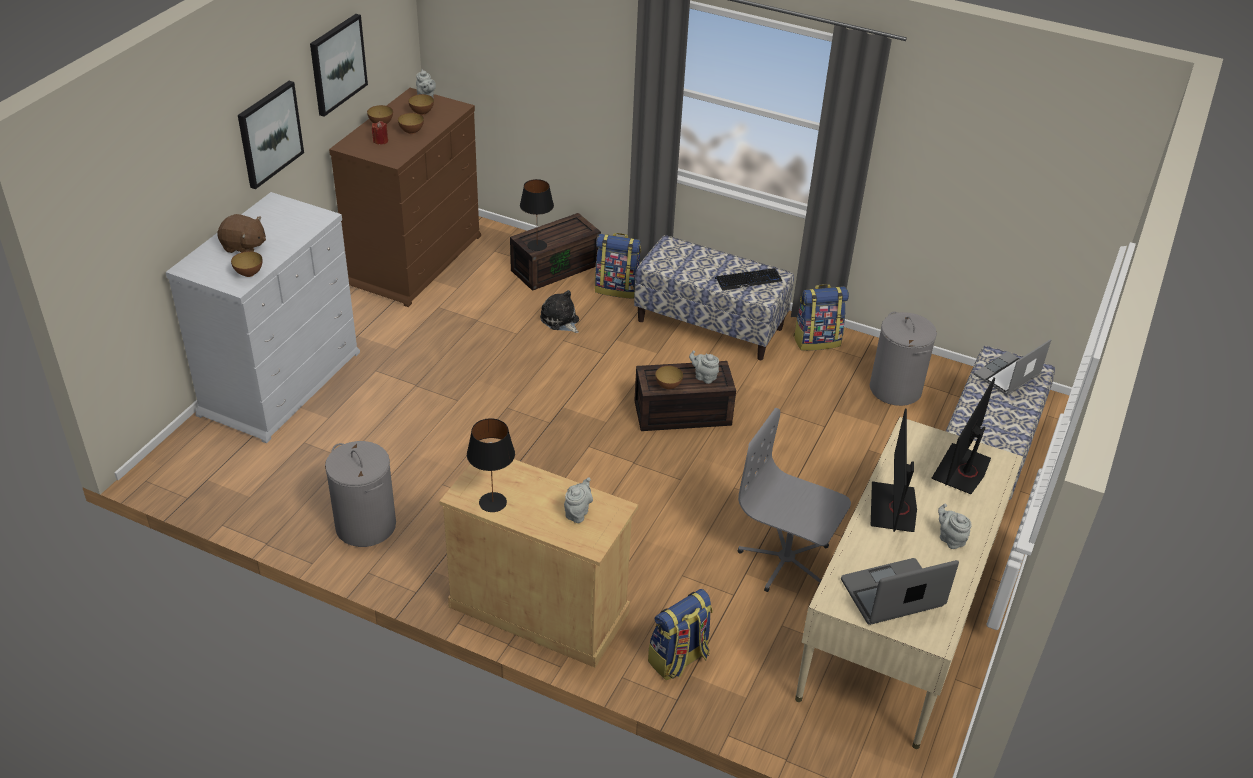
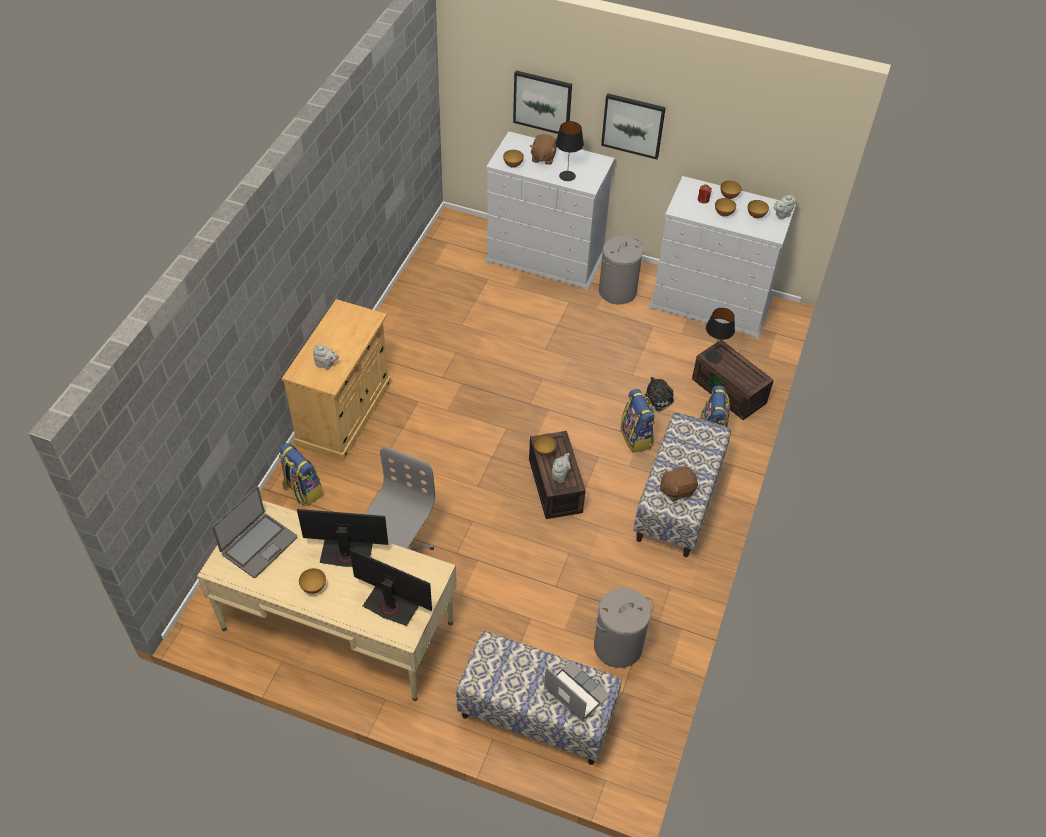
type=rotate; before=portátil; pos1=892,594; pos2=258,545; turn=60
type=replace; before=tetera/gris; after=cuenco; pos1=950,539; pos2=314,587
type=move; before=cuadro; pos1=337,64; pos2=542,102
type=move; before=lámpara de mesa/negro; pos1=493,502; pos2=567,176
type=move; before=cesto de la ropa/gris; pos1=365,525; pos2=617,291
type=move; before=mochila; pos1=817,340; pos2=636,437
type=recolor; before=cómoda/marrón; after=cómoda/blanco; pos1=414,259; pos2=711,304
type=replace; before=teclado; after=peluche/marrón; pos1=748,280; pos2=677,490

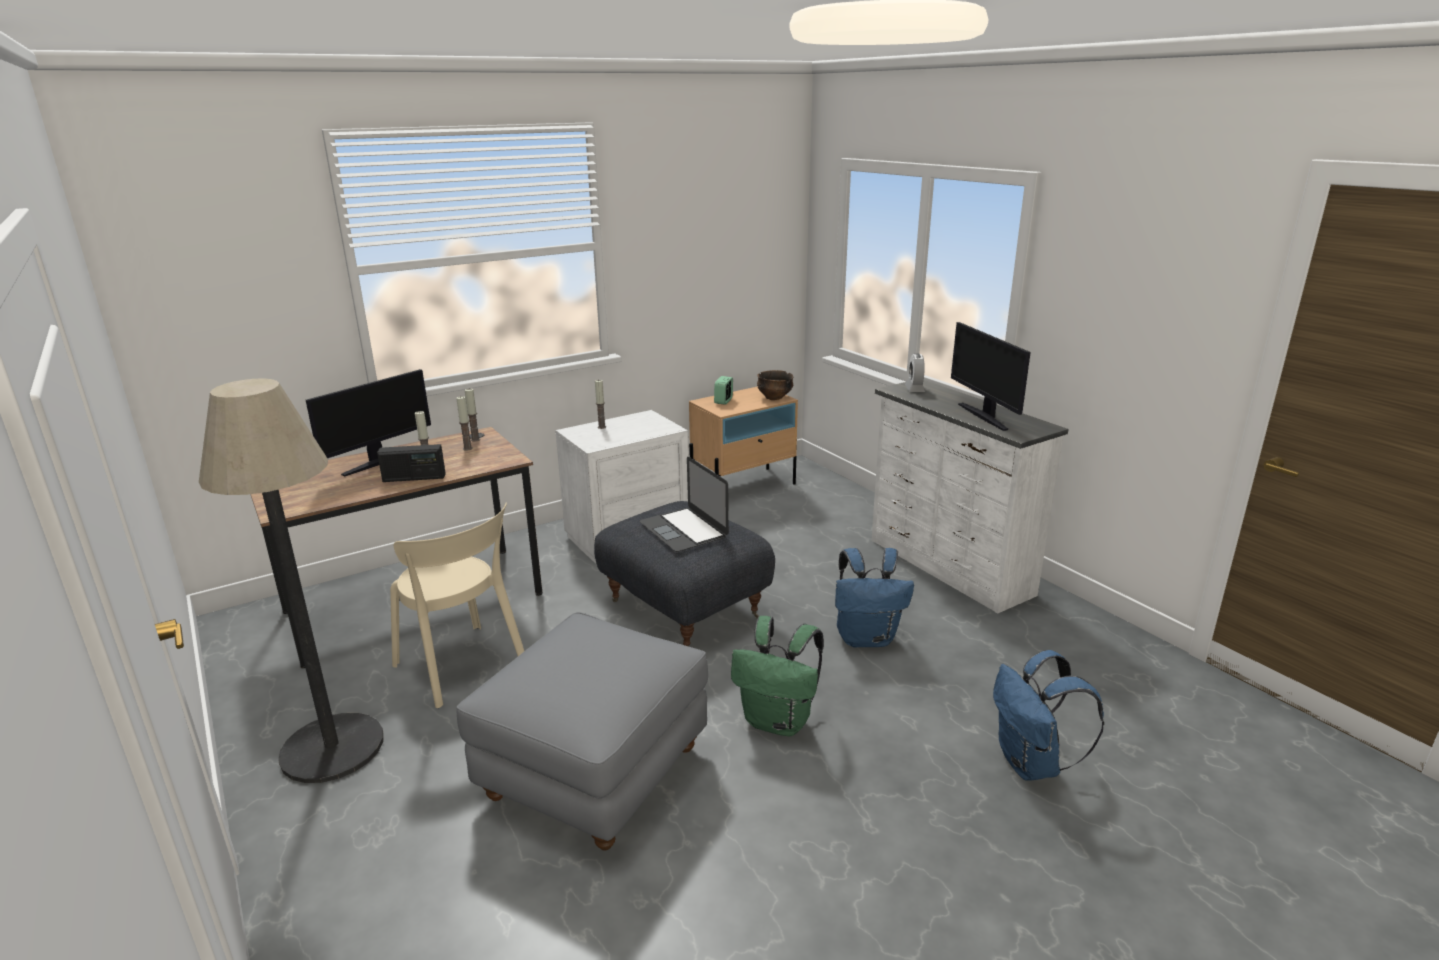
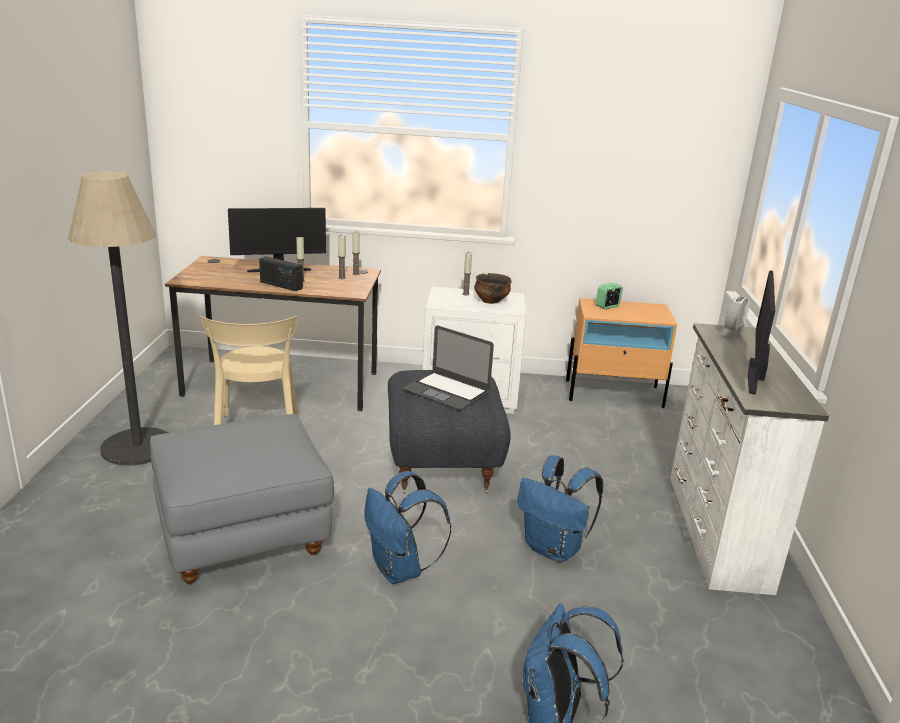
type=recolor; before=mochila/verde; after=mochila/azul; pos1=779,721; pos2=400,570
type=rotate; before=portátil; pos1=683,529; pos2=446,390; turn=-60
type=move; before=cuenco; pos1=774,397; pos2=491,301

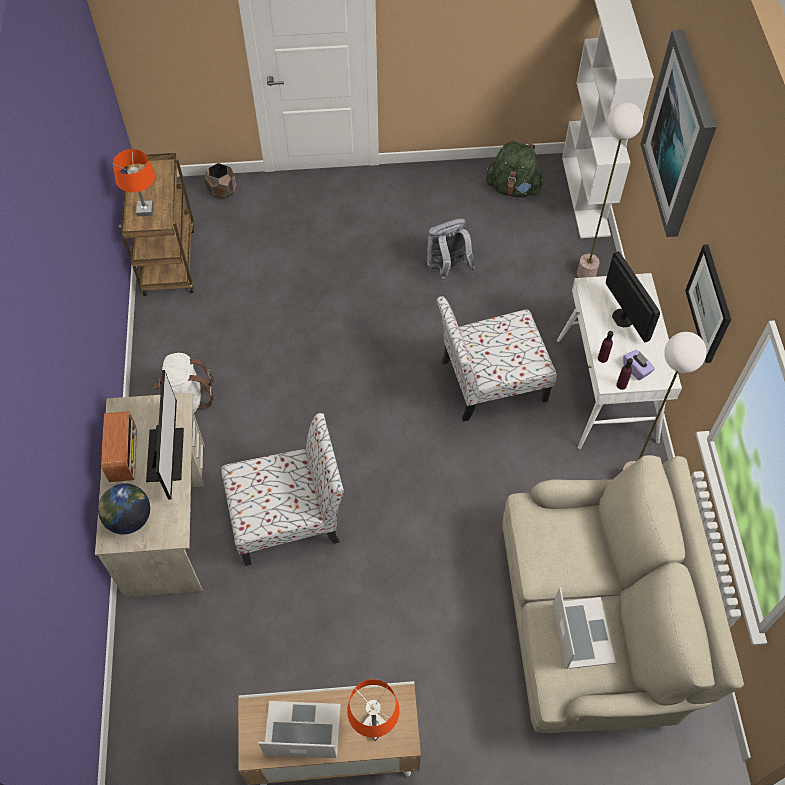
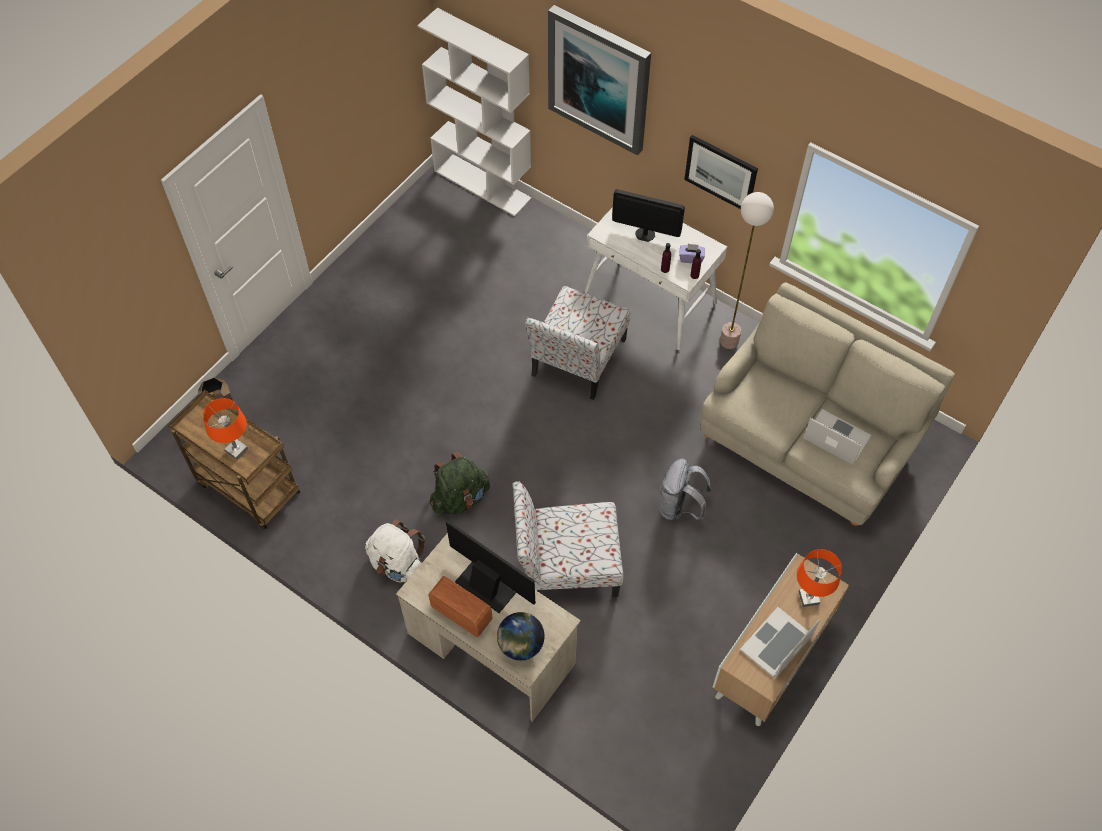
type=move; before=mochila/verde; pos1=513,188; pos2=460,498
type=rotate; before=silla; pos1=288,517; pos2=567,565; turn=-120
type=move; before=mochila/gris; pos1=447,269; pos2=680,507
type=delete; before=lámpara de pie; pos1=586,274

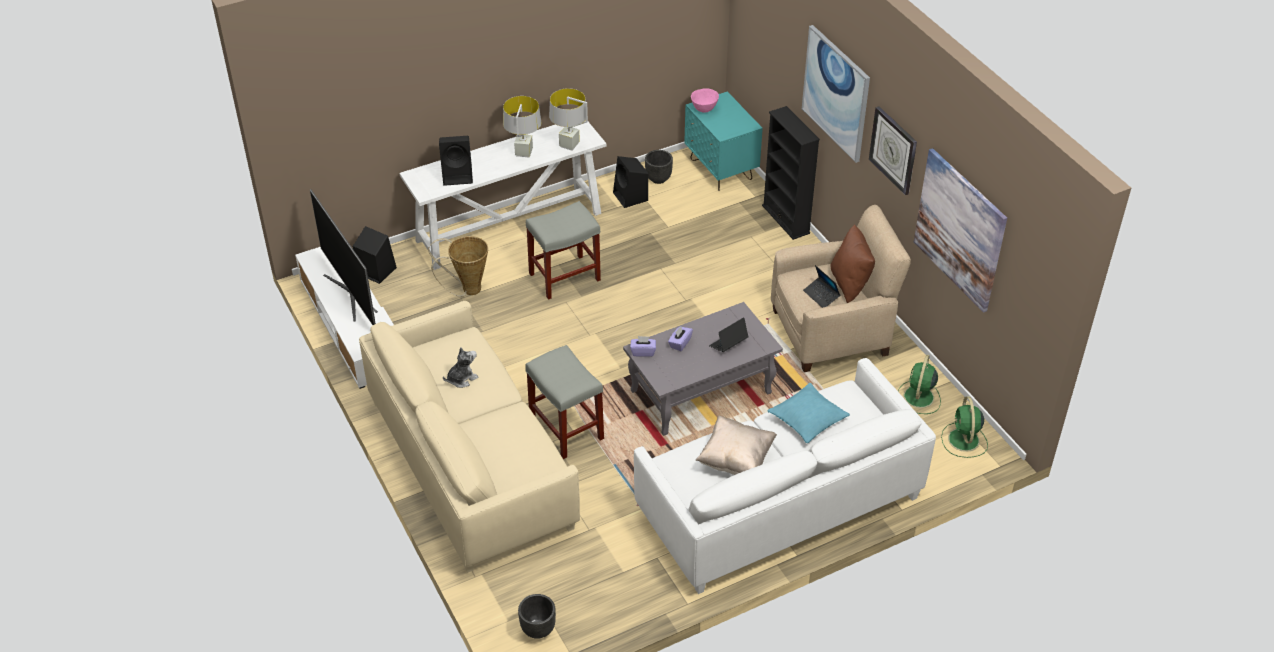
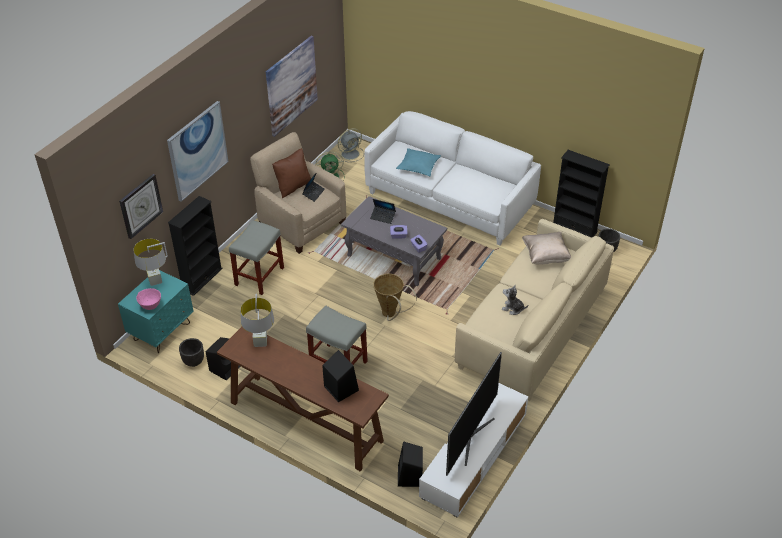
type=move; before=reloj de pared; pos1=893,150; pos2=140,206
type=move; before=lámpara de mesa/gris; pos1=523,153; pos2=155,281
type=recolor; before=mesa consola/blanco; after=mesa consola/marrón; pos1=510,226; pos2=305,421
type=move; before=taburete/gris; pos1=565,428; pos2=259,277
type=recolor; before=ventilador/verde; after=ventilador/gris; pos1=964,441; pos2=351,154
type=move; before=cesta; pos1=467,290; pos2=391,315
type=move; before=cojín/beis; pos1=736,459; pos2=545,256
type=insert; after=estantería/negro; pos2=574,228

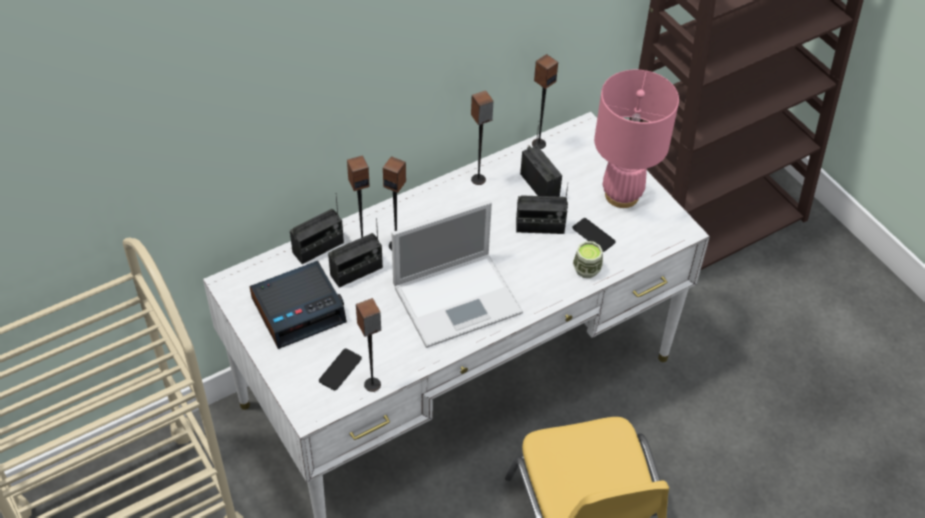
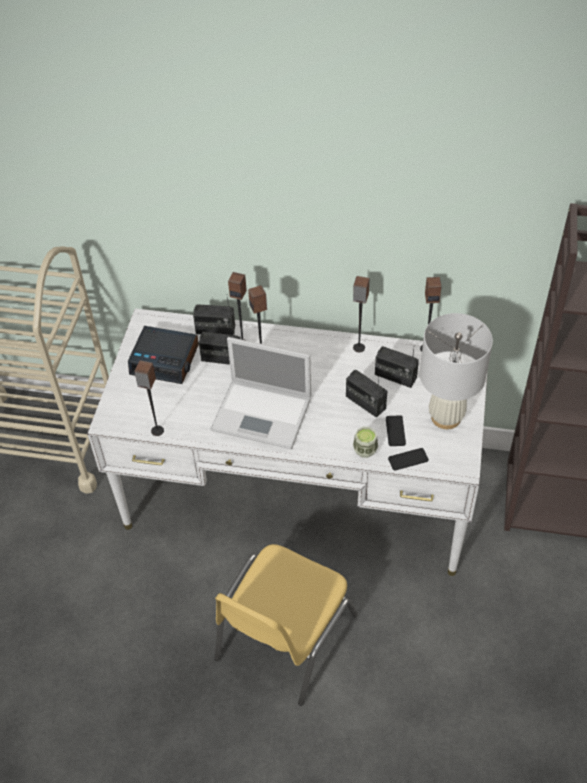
type=rotate; before=radio; pos1=540,186; pos2=395,376; turn=105
type=move; before=móvil; pos1=340,370; pos2=408,459
type=recolor; before=lámpara de mesa/rosa; after=lámpara de mesa/blanco; pos1=622,195; pos2=445,417

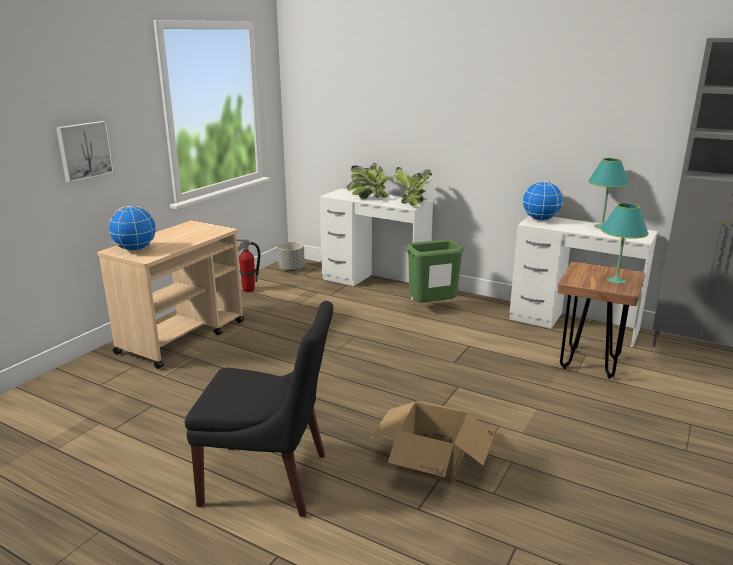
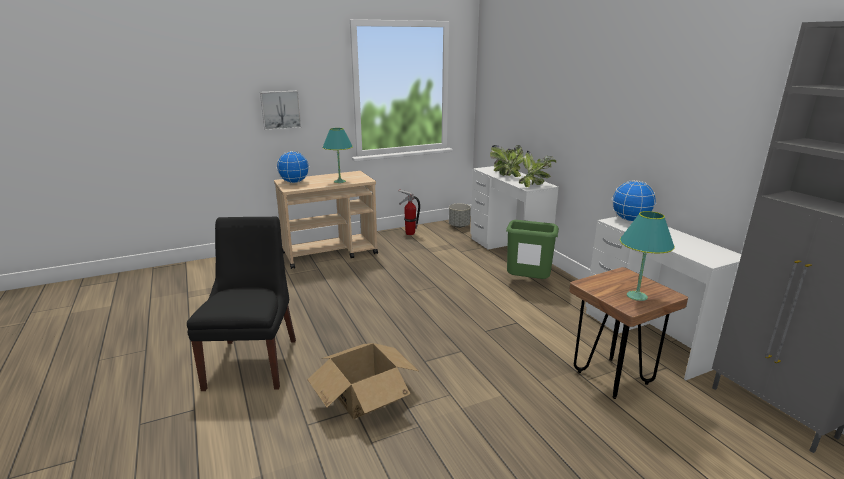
type=rotate; before=silla/negro; pos1=270,480; pos2=253,361; turn=-135
type=move; before=lámpara de mesa/turquesa; pos1=601,227; pos2=339,181

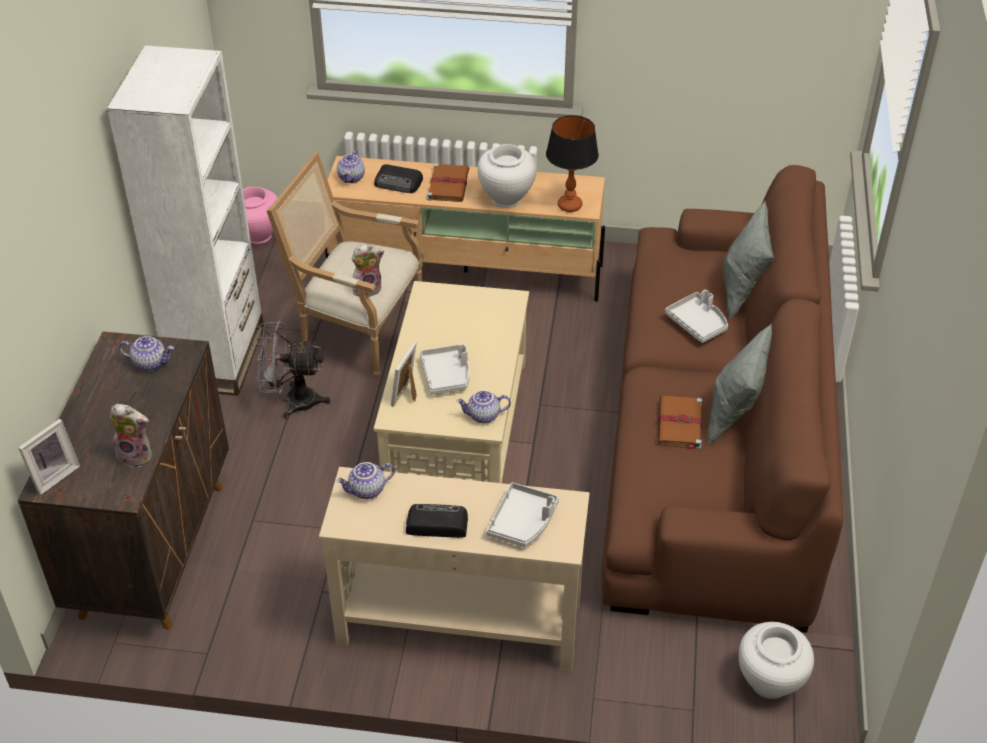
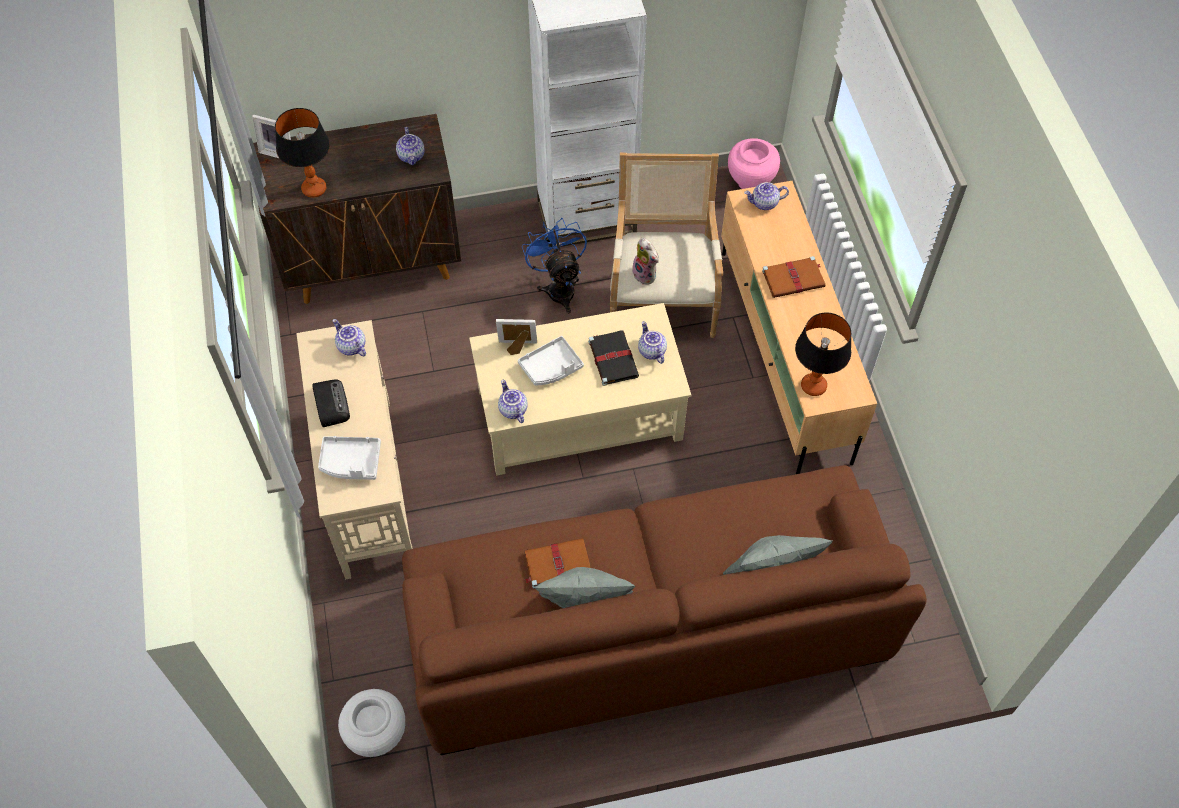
type=replace; before=peluche; after=lámpara de mesa; pos1=137,455; pos2=314,189
type=recolor; before=ventilador/gris; after=ventilador/azul; pos1=292,401; pos2=559,287
type=insert; after=libro/negro; pos2=612,358
type=insert; after=tetera; pos2=651,351
type=delete; before=radio; pos1=399,183
type=delete; before=florero/blanco; pos1=506,199
type=delete; before=bandeja/gris; pos1=698,323

